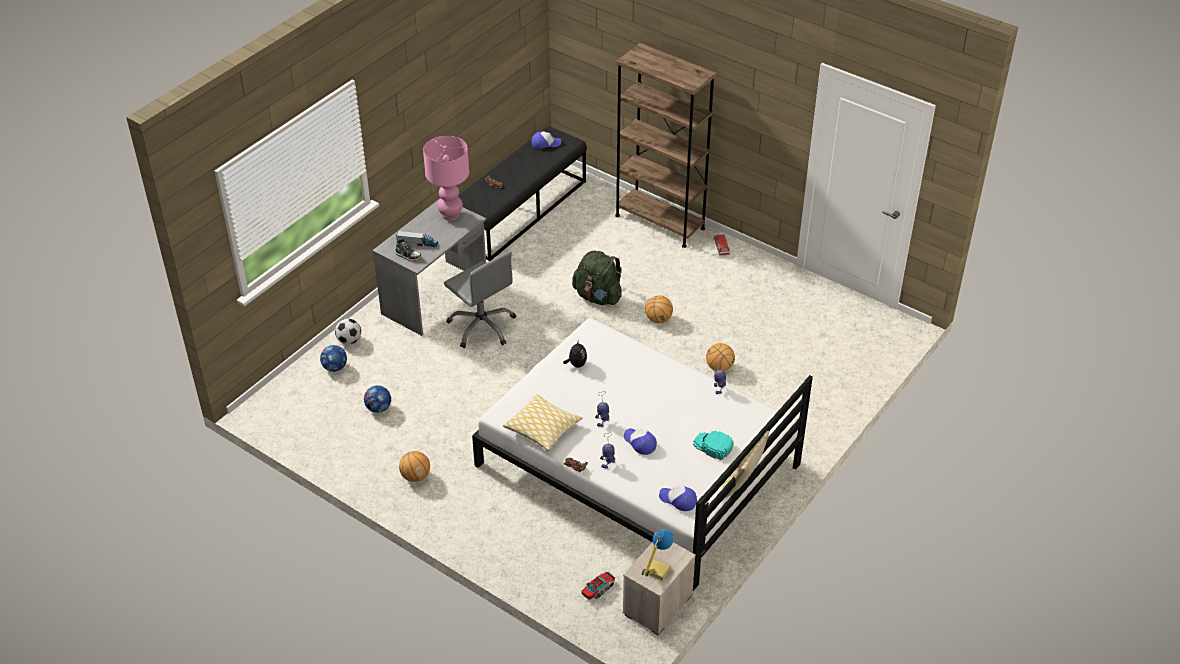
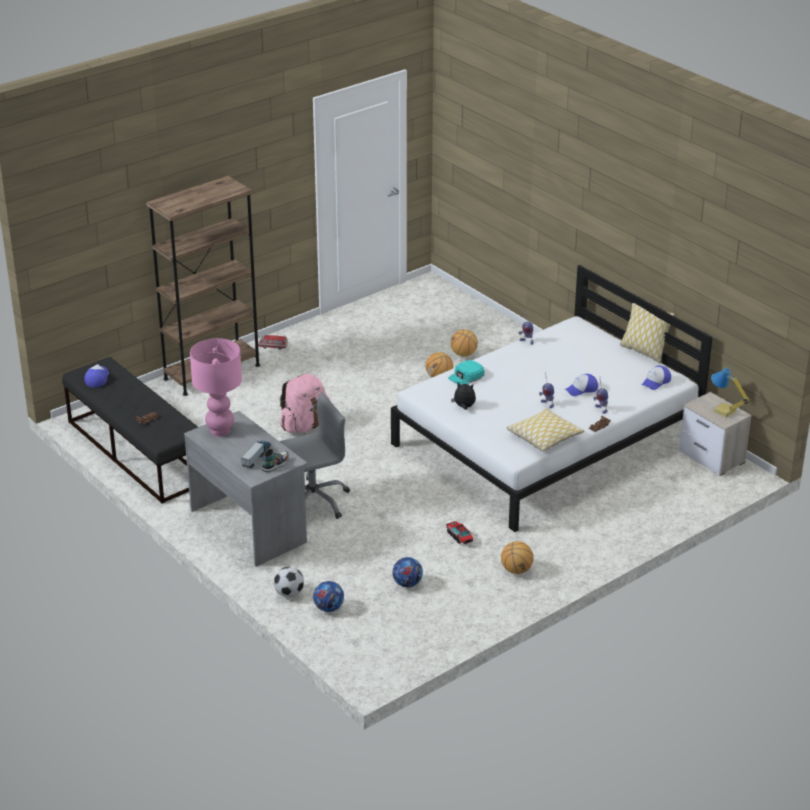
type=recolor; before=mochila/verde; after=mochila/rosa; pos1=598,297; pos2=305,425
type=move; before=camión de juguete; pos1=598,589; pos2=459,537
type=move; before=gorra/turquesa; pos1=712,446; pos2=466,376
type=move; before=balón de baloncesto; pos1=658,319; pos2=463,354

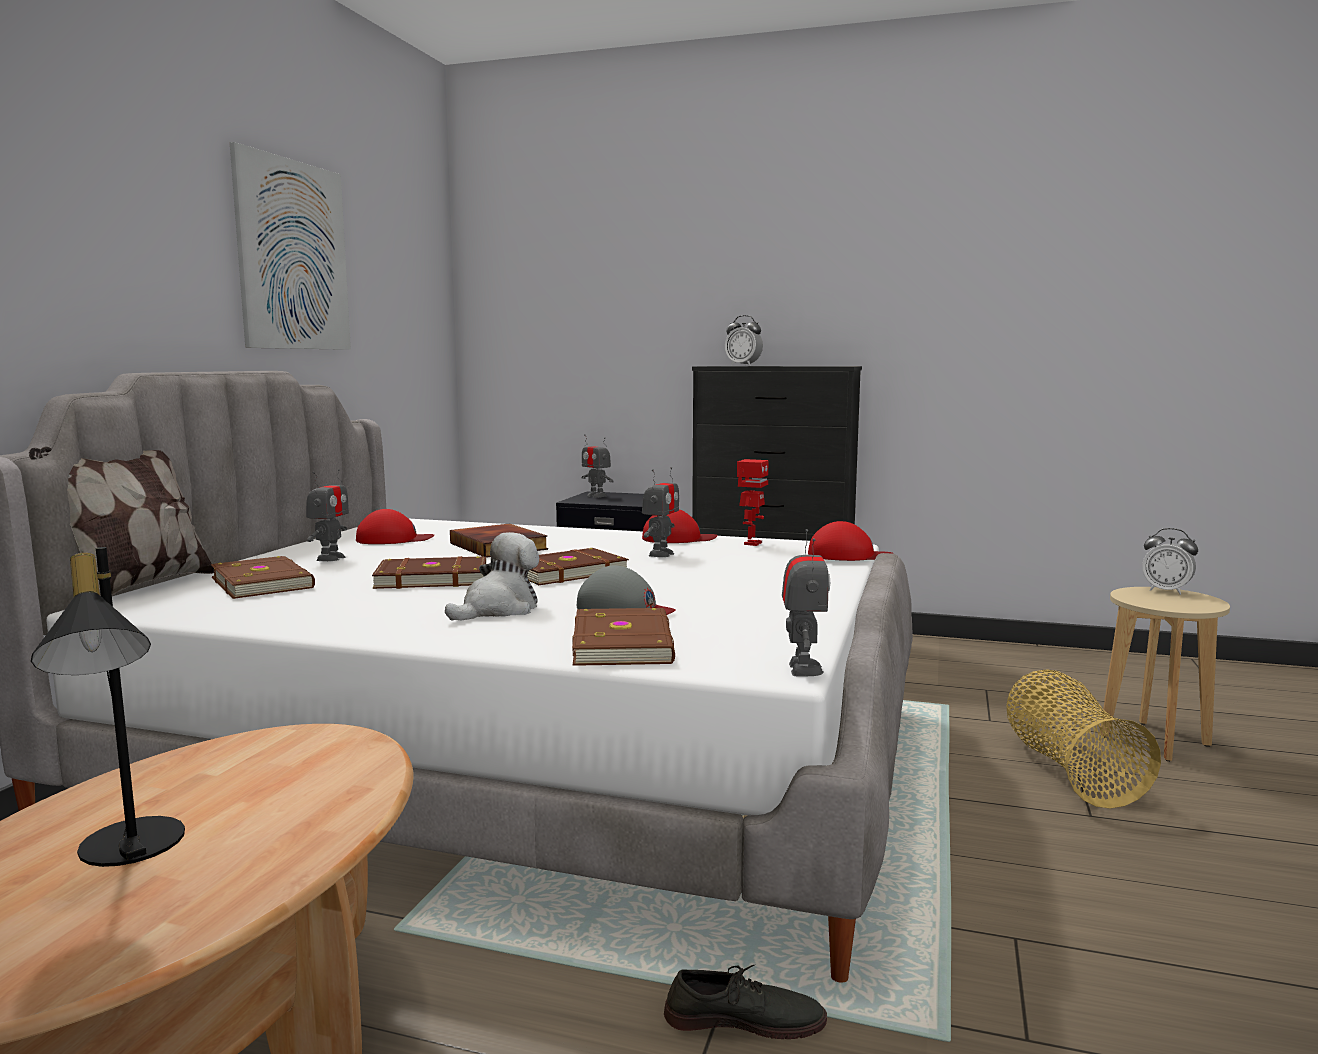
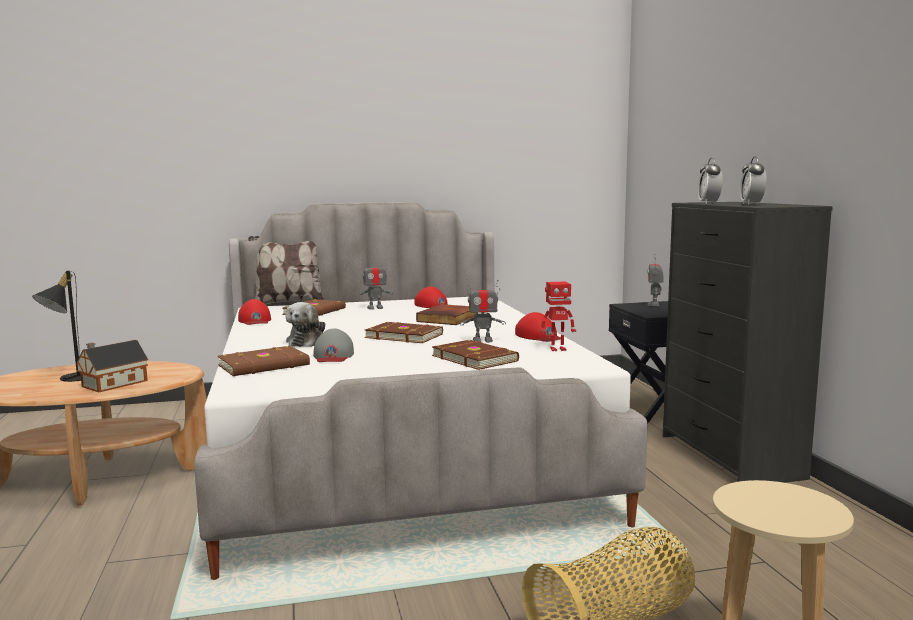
type=insert; after=casita; pos2=112,384
type=move; before=gorra/rojo; pos1=848,555; pos2=255,320
type=rotate; before=peluche; pos1=498,609; pos2=307,341; turn=90
type=move; before=libro/marrón; pos1=431,578; pos2=475,358
type=move; before=despertador; pos1=1166,591; pos2=751,204
type=delete; before=cuadro; pos1=293,255
type=delete; before=zapato/gris; pos1=744,1019
type=delete; before=robot de juguete; pos1=803,669

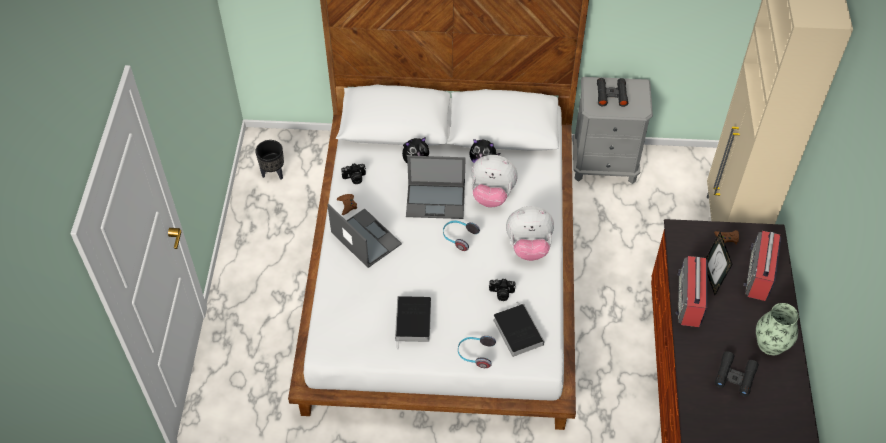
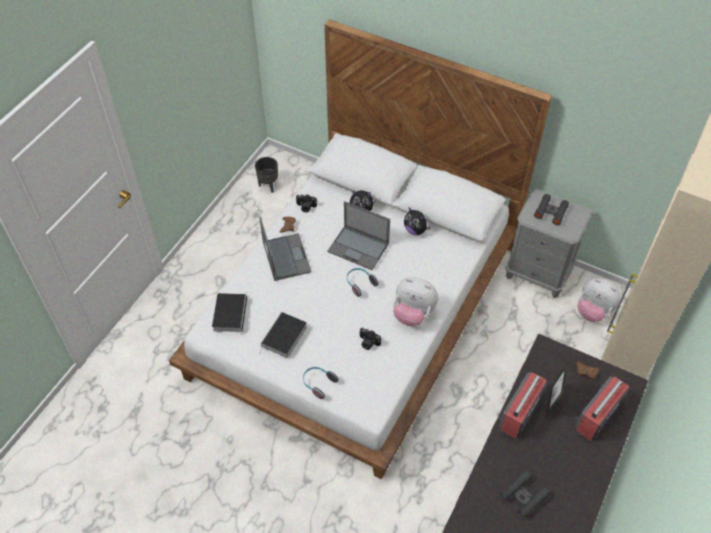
type=move; before=libro; pos1=516,331; pos2=230,313
type=move; before=peluche; pos1=492,195; pos2=593,311
type=delete; before=florero; pos1=771,343

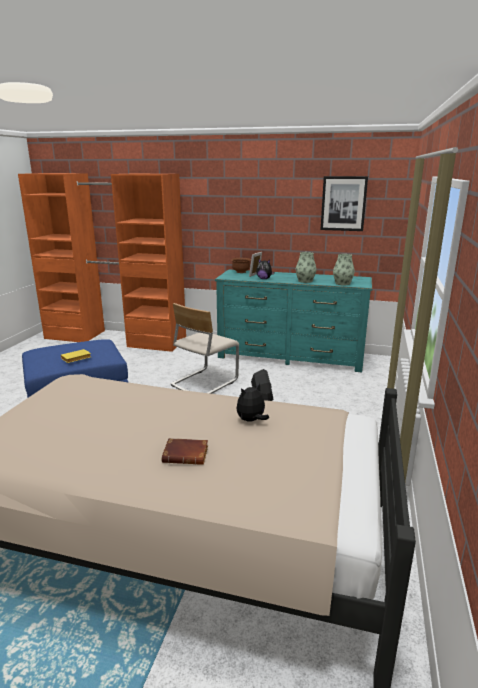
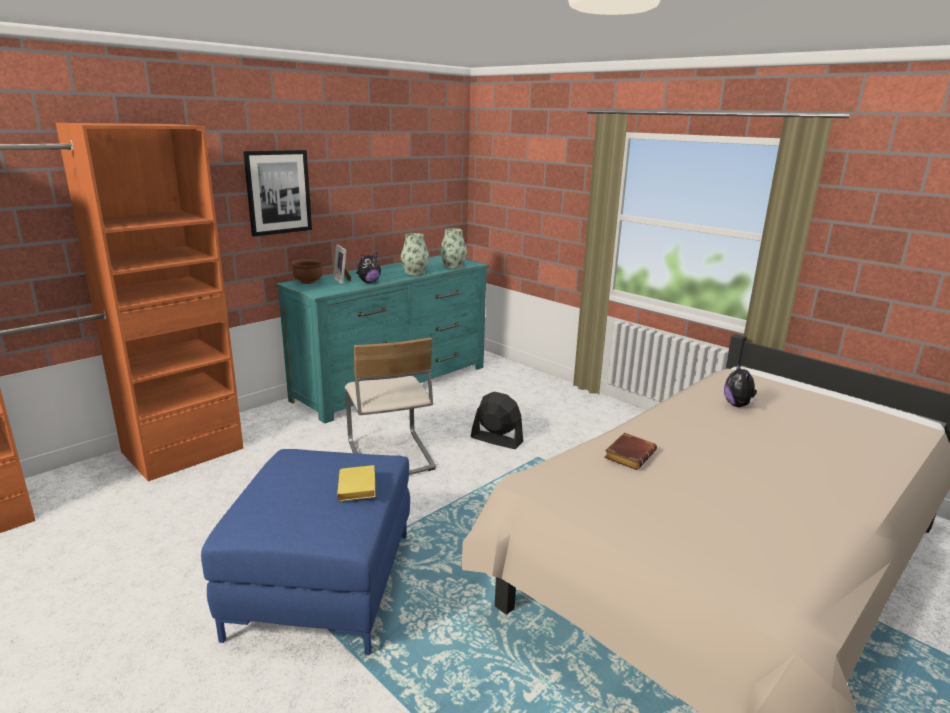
type=move; before=cuadro; pos1=343,203; pos2=278,192
type=move; before=libro/marrón; pos1=187,455; pos2=629,455

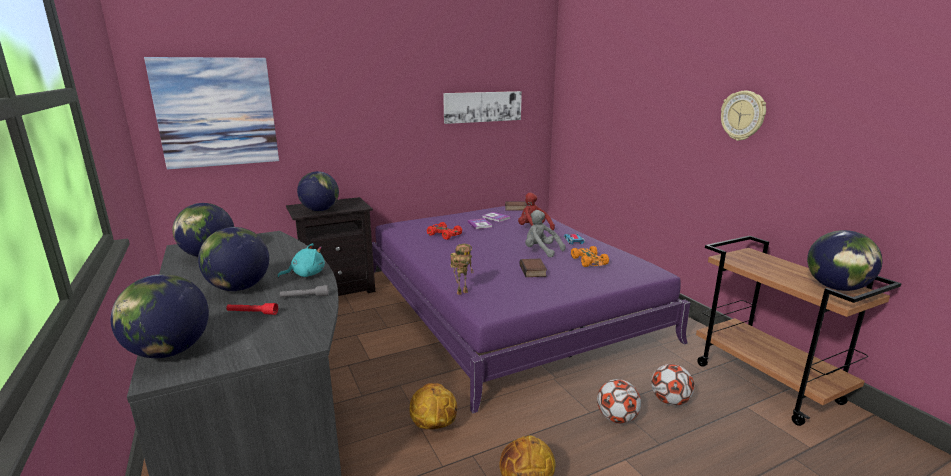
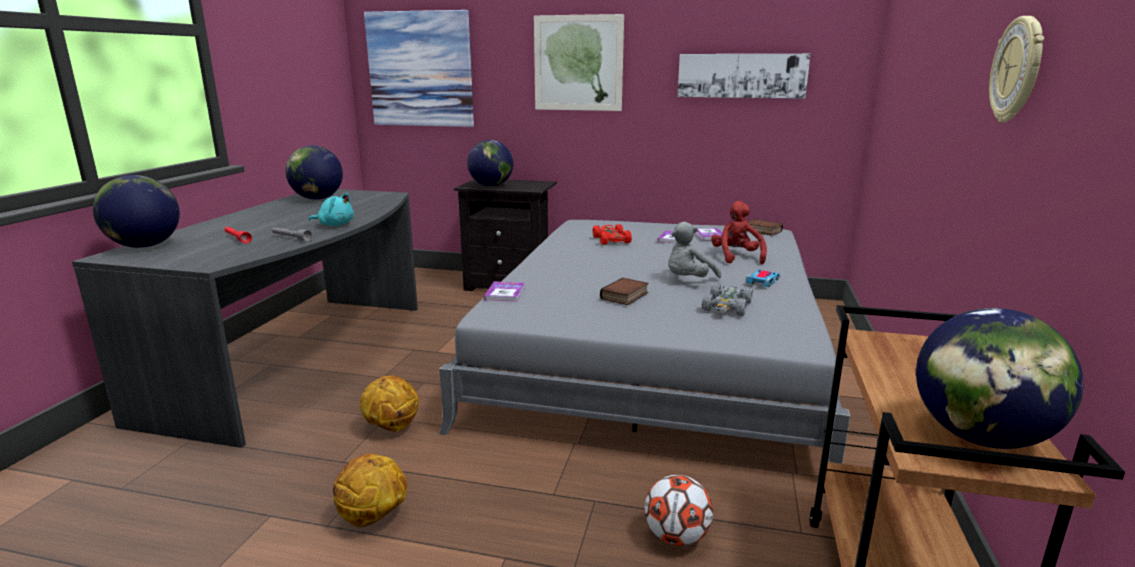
type=recolor; before=cama/morado; after=cama/gris; pos1=505,304; pos2=655,351
type=replace; before=robot de juguete; after=libro; pos1=462,292; pos2=505,293
type=insert; after=cuadro; pos2=578,63
type=rotate; before=peluche/gris; pos1=541,251; pos2=688,280; turn=-120
type=recolor; before=coche de juguete/naranja; after=coche de juguete/gris; pos1=589,261; pos2=727,307
type=delete; before=globo terráqueo; pos1=239,288
type=delete; before=balón de fútbol; pos1=616,418

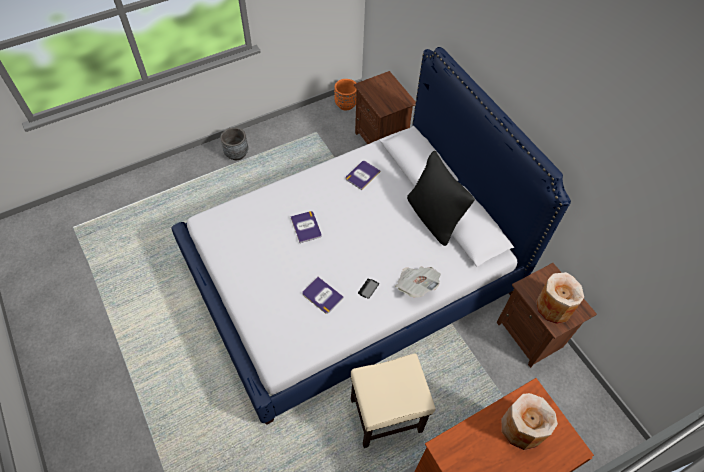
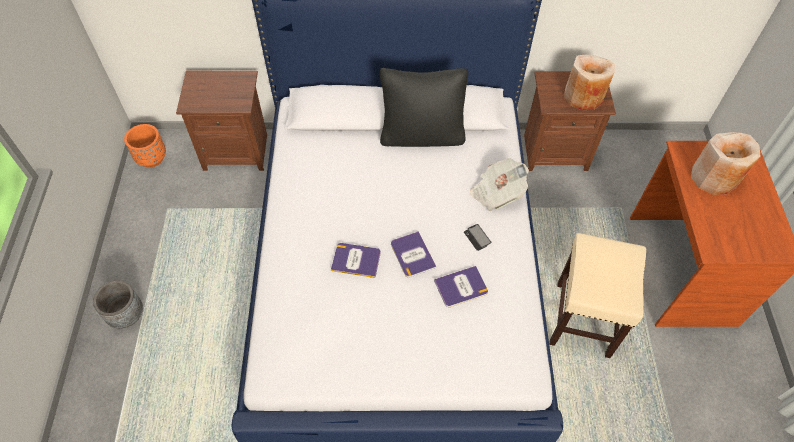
type=move; before=libro; pos1=362,175; pos2=412,255

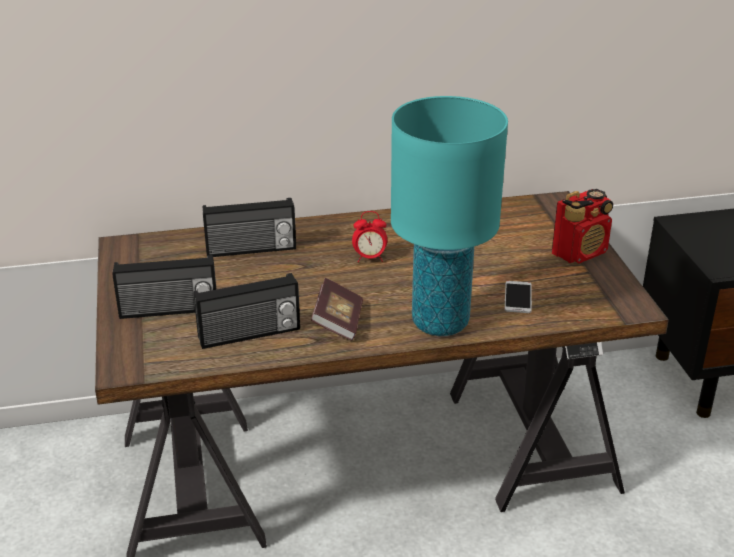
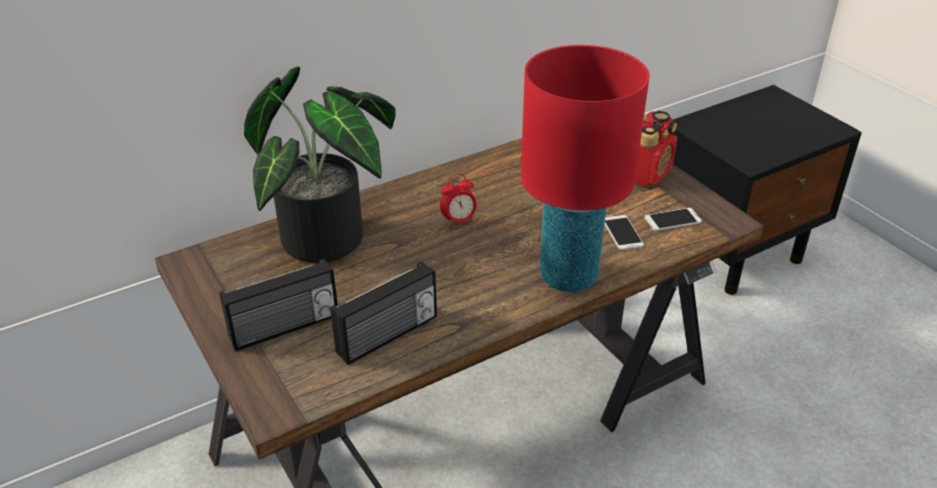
type=replace; before=radio; after=planta en maceta; pos1=251,250; pos2=333,237
type=recolor; before=lámpara de mesa/turquesa; after=lámpara de mesa/rojo; pos1=440,323; pos2=568,277
type=insert; after=móvil; pos2=672,220
type=delete; before=libro; pos1=338,322

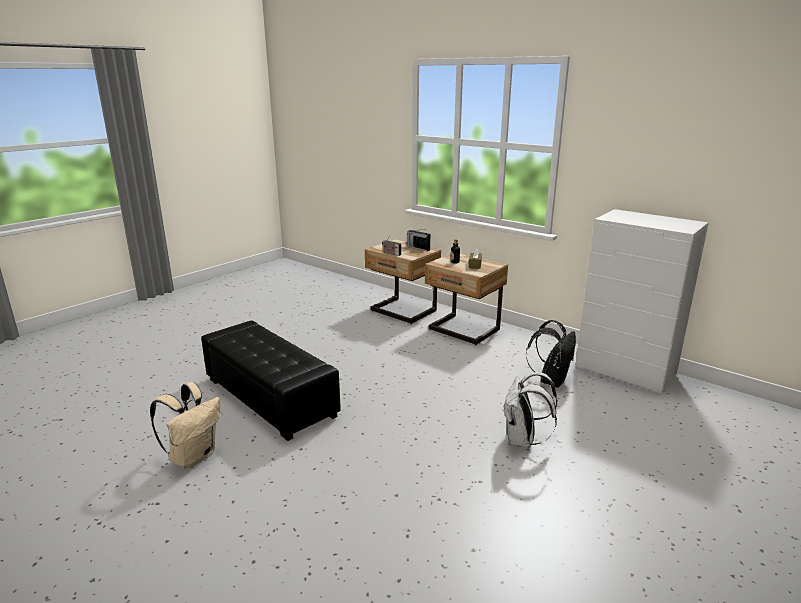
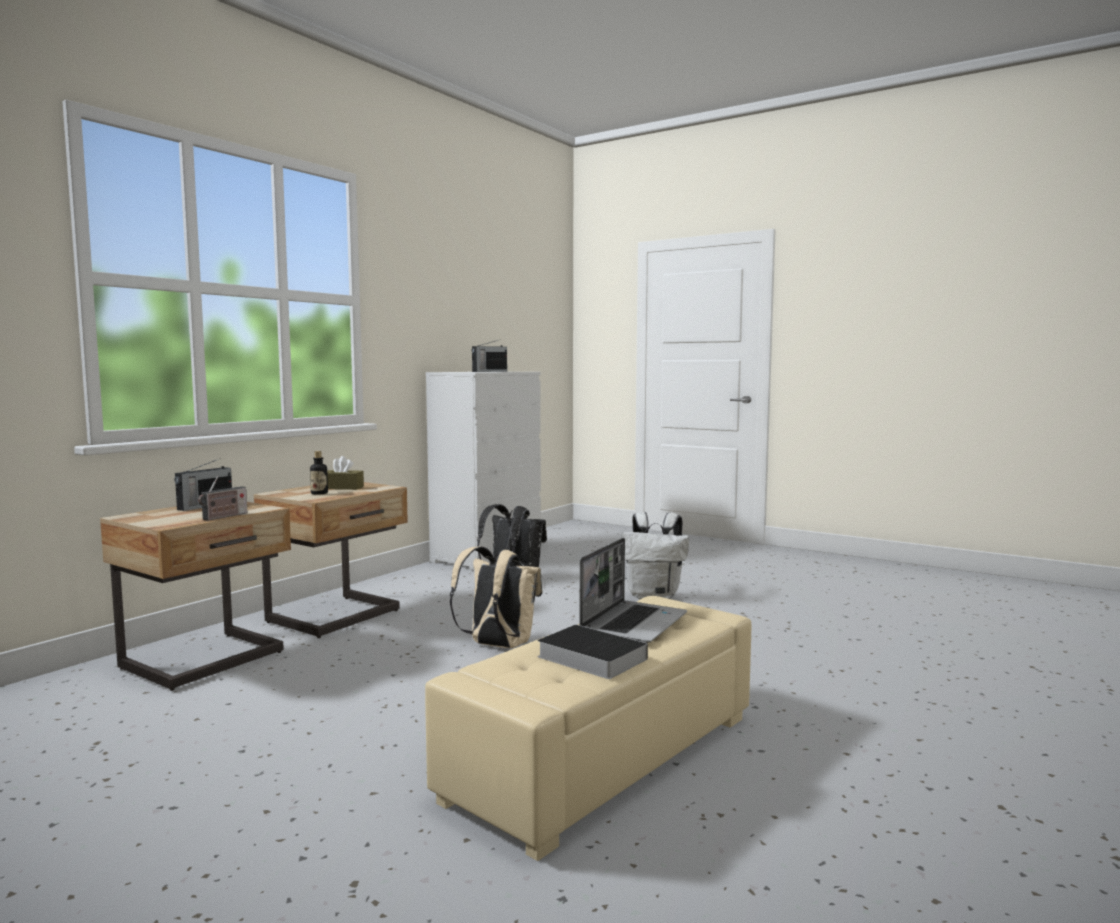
type=recolor; before=puf/negro; after=puf/beis; pos1=270,397; pos2=604,756
type=move; before=mochila/beis; pos1=193,456; pos2=497,646
type=insert; after=radio; pos2=489,371
type=insert; after=libro; pos2=588,657
type=insert; after=portátil; pos2=633,624

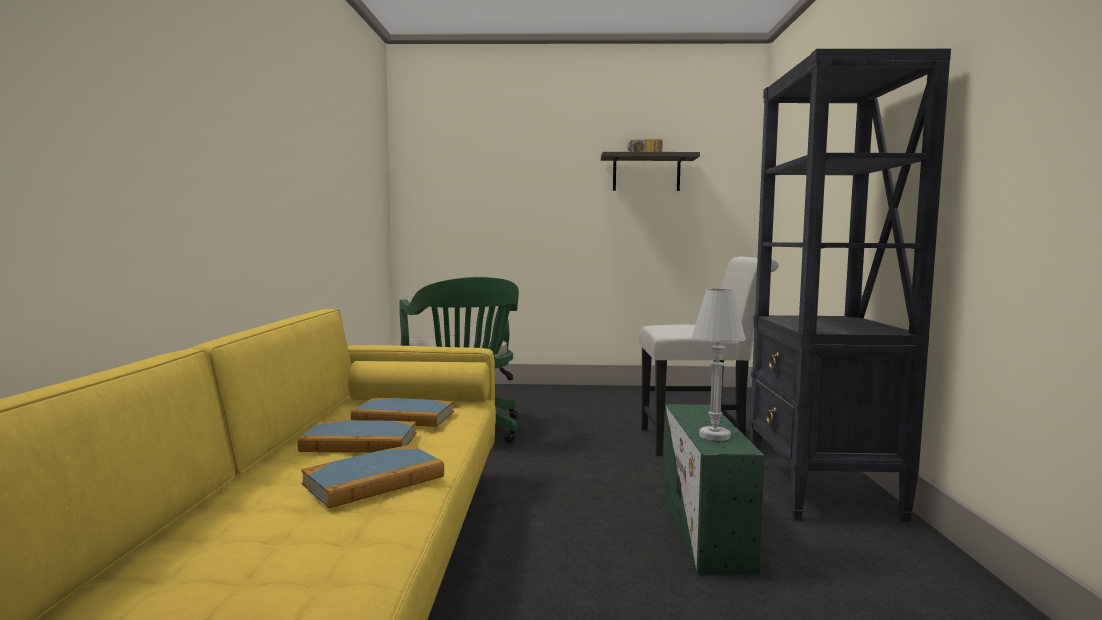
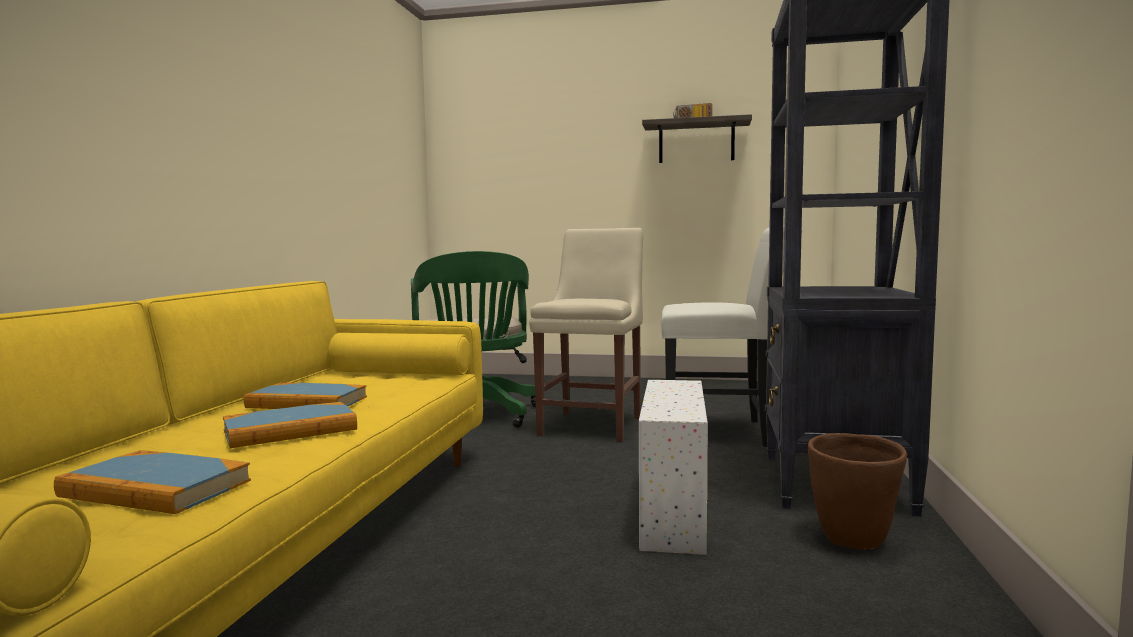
type=move; before=libro; pos1=403,417; pos2=155,489
type=insert; after=silla/beis; pos2=593,424
type=recolor; before=caja de almacenaje/verde; after=caja de almacenaje/blanco; pos1=705,531; pos2=673,514
type=insert; after=maceta/marrón; pos2=853,540
type=delete; before=lámpara de mesa/blanco; pos1=714,436

